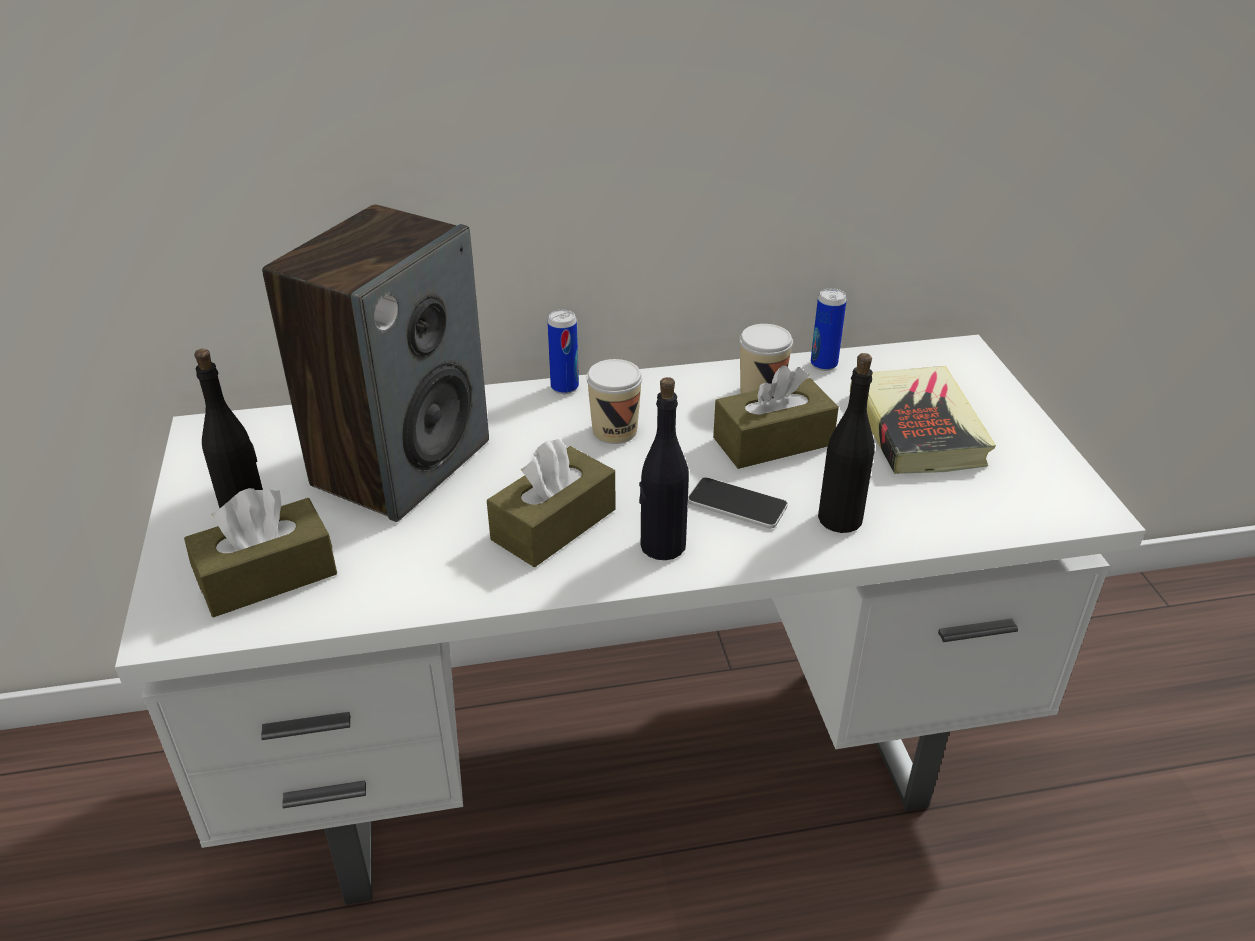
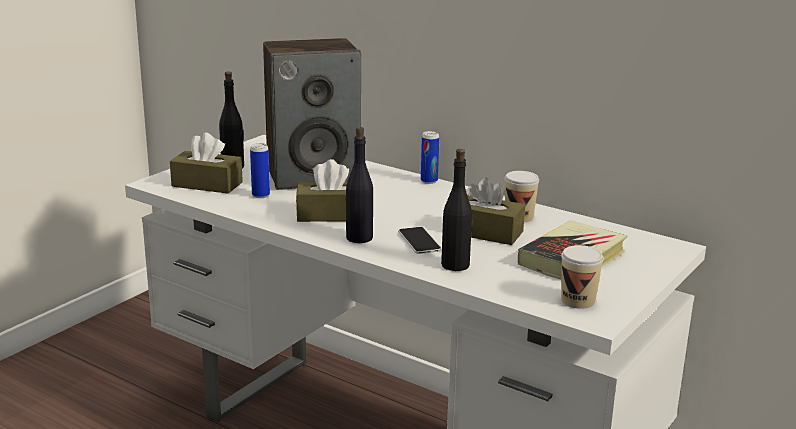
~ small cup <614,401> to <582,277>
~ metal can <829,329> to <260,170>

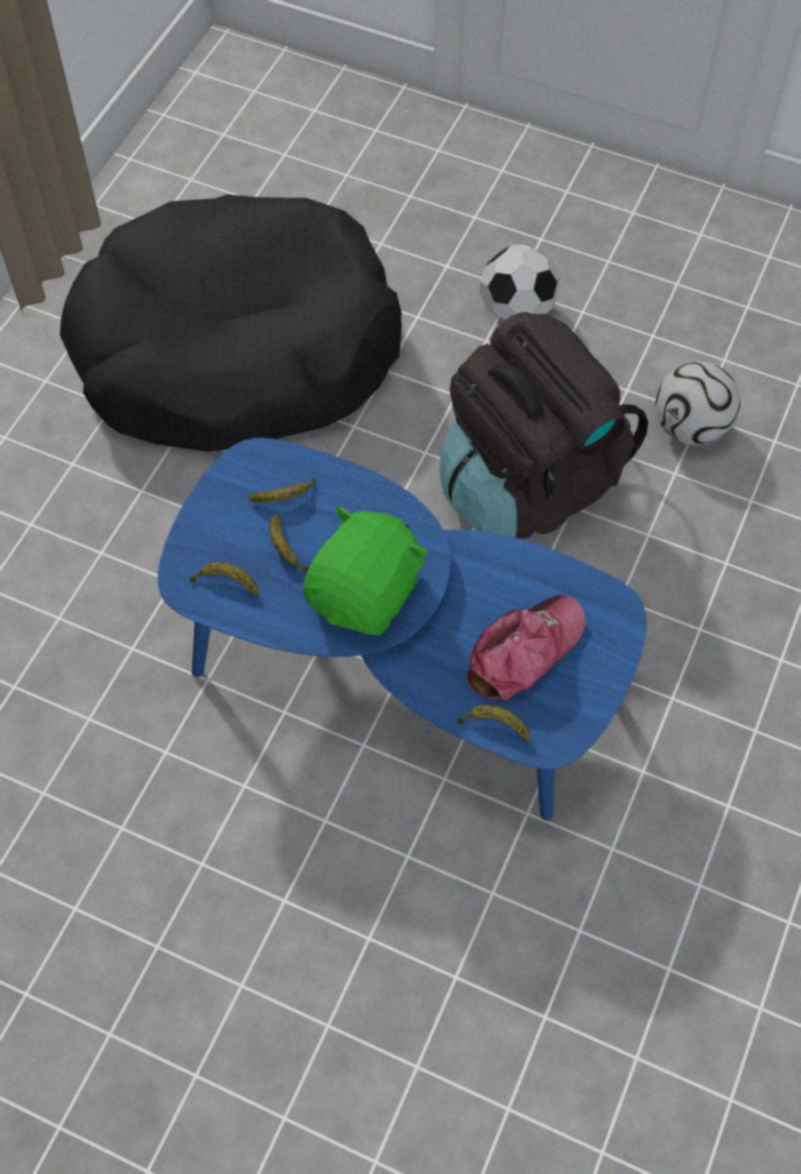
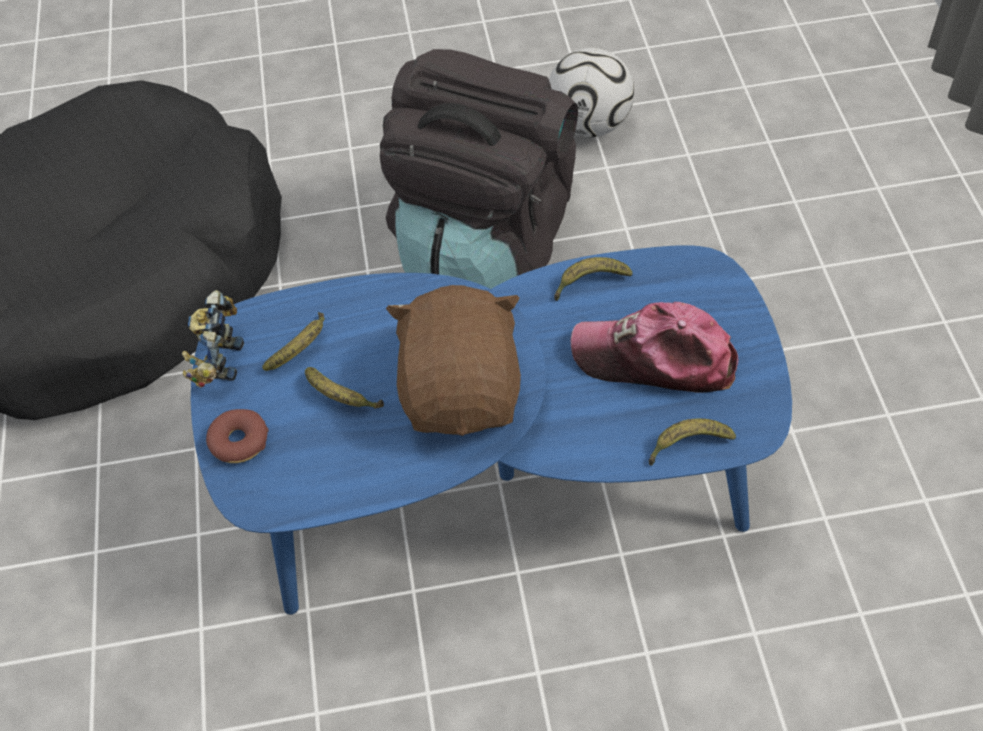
- football ball <520,282>
+ model robot <213,339>
+ doughnut <237,436>
~ banana fruit <224,579> to <593,279>
~ green plush toy <366,571> to brown plush toy <453,360>
~ cap <526,648> = <654,347> 90 degrees counterclockwise

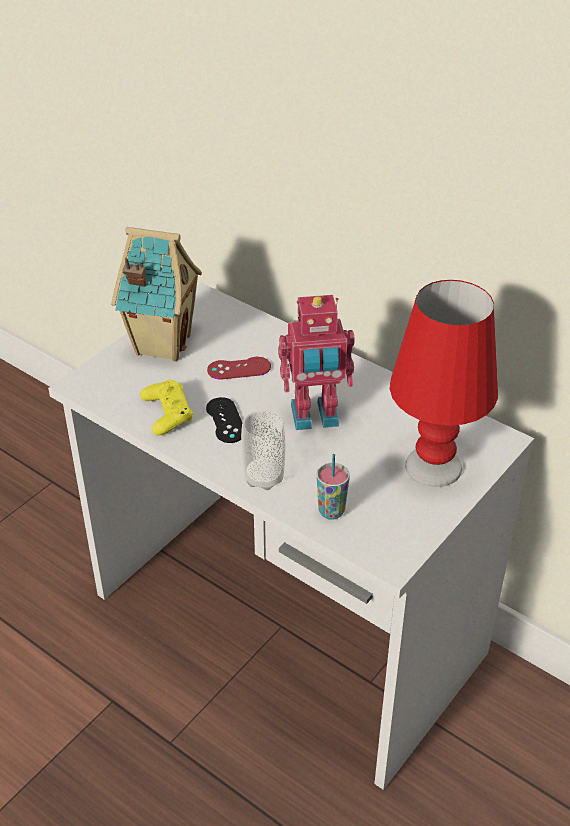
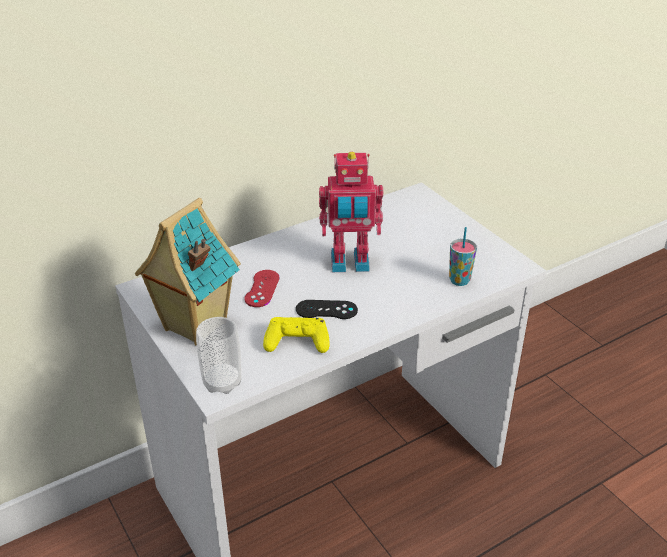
- red table lamp <443,383>
~ small cup <263,450> to <218,355>
~ model robot <316,362> = <351,212> 75 degrees clockwise

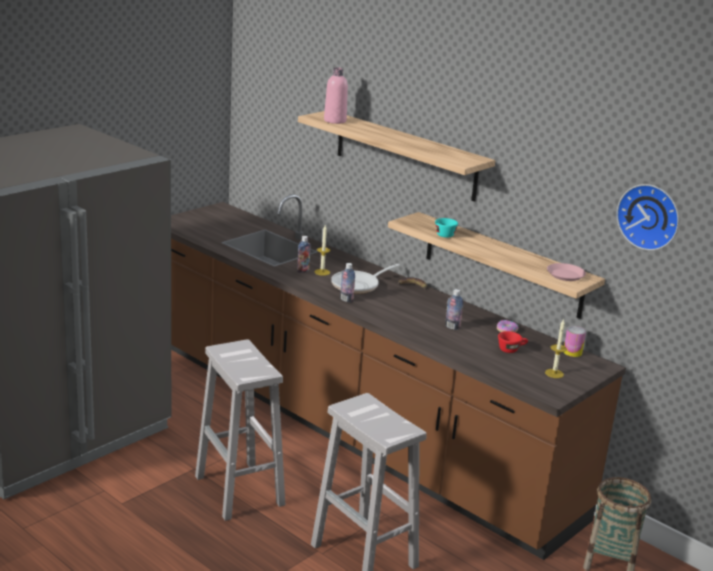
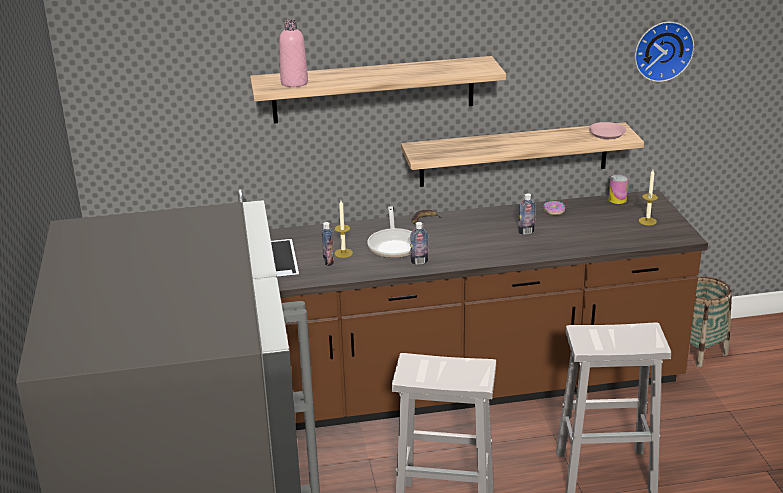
- turquoise-coloured small cup <446,228>
- red small cup <513,342>

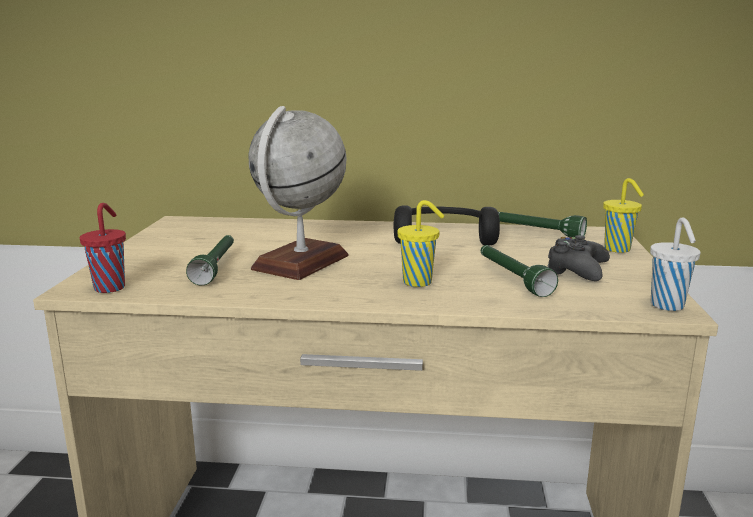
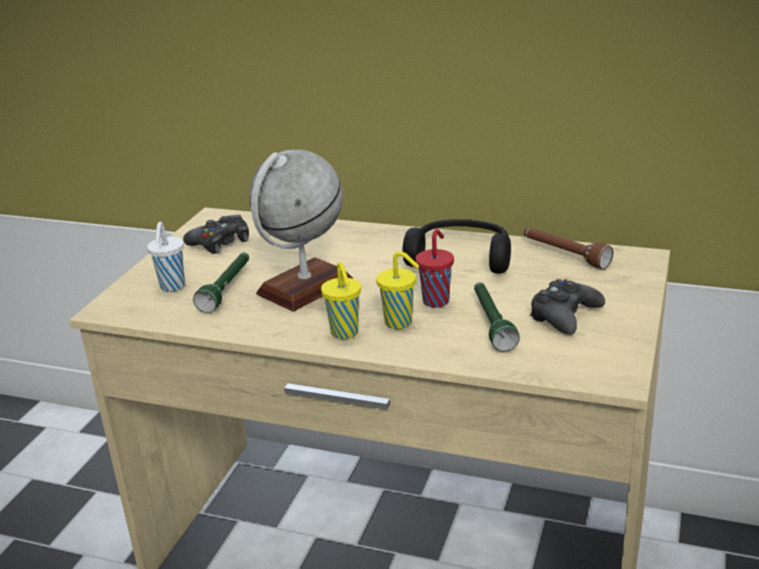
+ black joypad <216,234>
~ red small cup <103,248> to <435,268>
~ yellow-coloured small cup <623,215> to <341,300>
~ whitish small cup <675,264> to <166,257>
~ green flashlight <542,225> to brown flashlight <568,248>

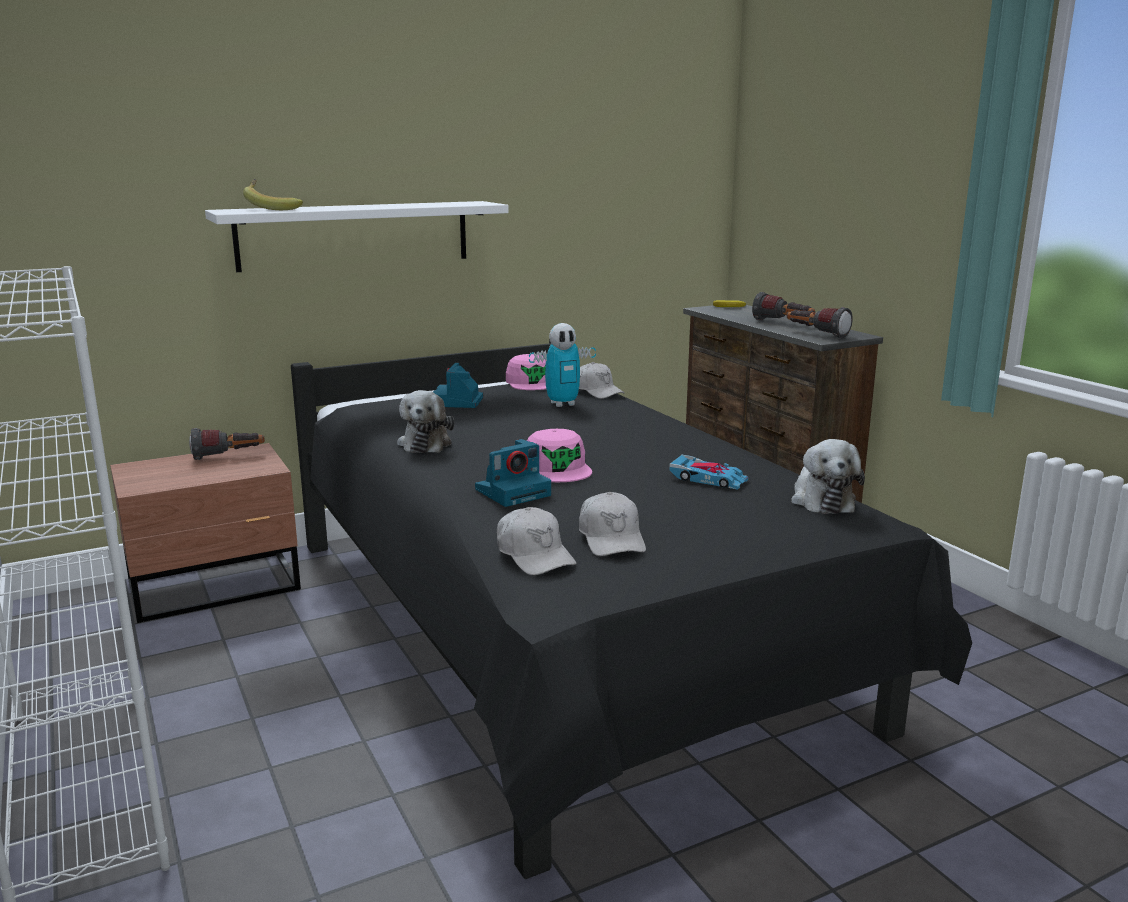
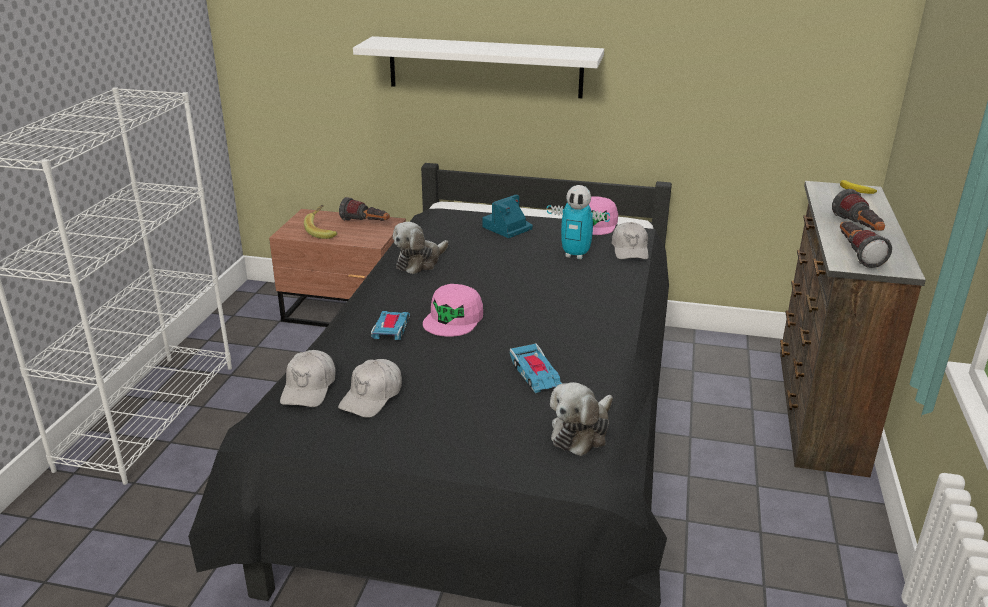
~ banana fruit <273,194> to <320,222>
~ still camera <513,473> to toy car <390,325>

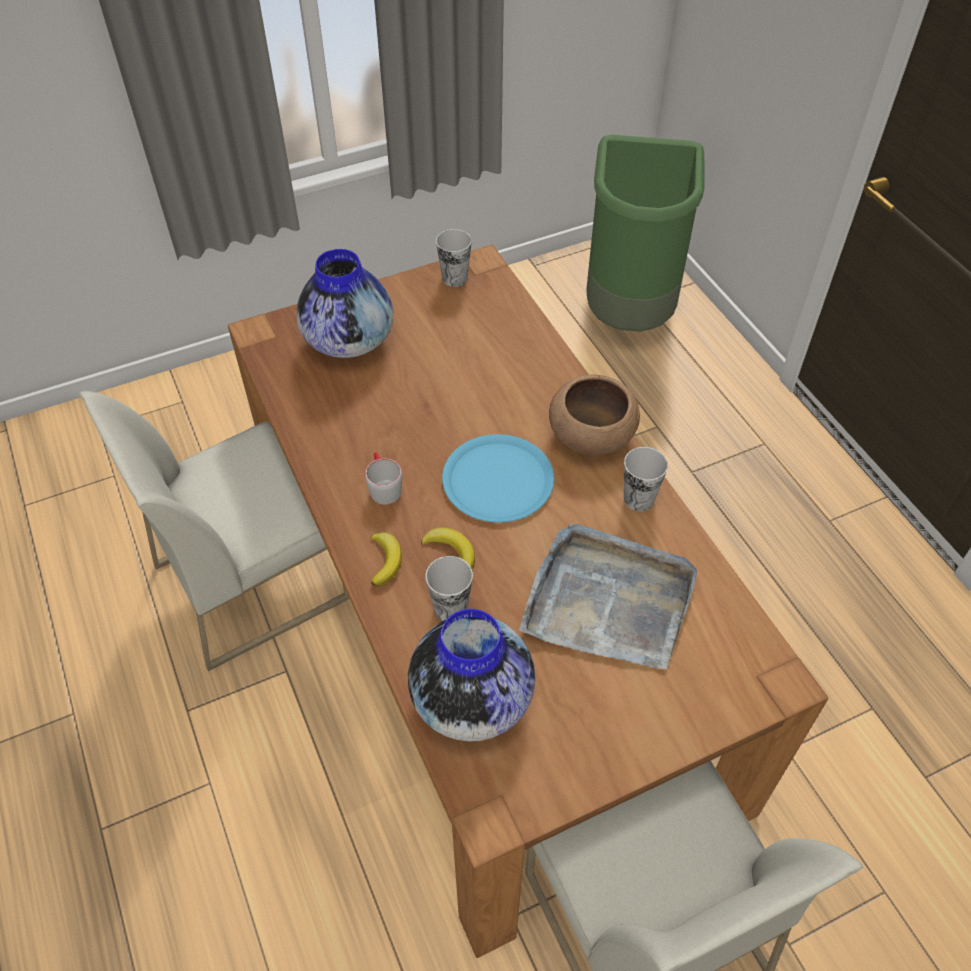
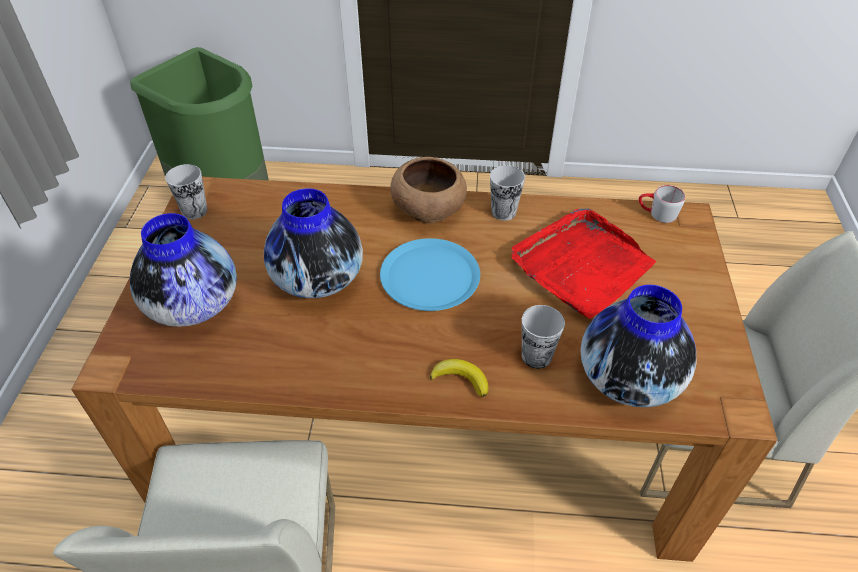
- banana fruit <448,548>
+ vase <313,243>
~ grey mug <383,478> to <662,204>
~ grey tray <608,596> to red tray <584,264>

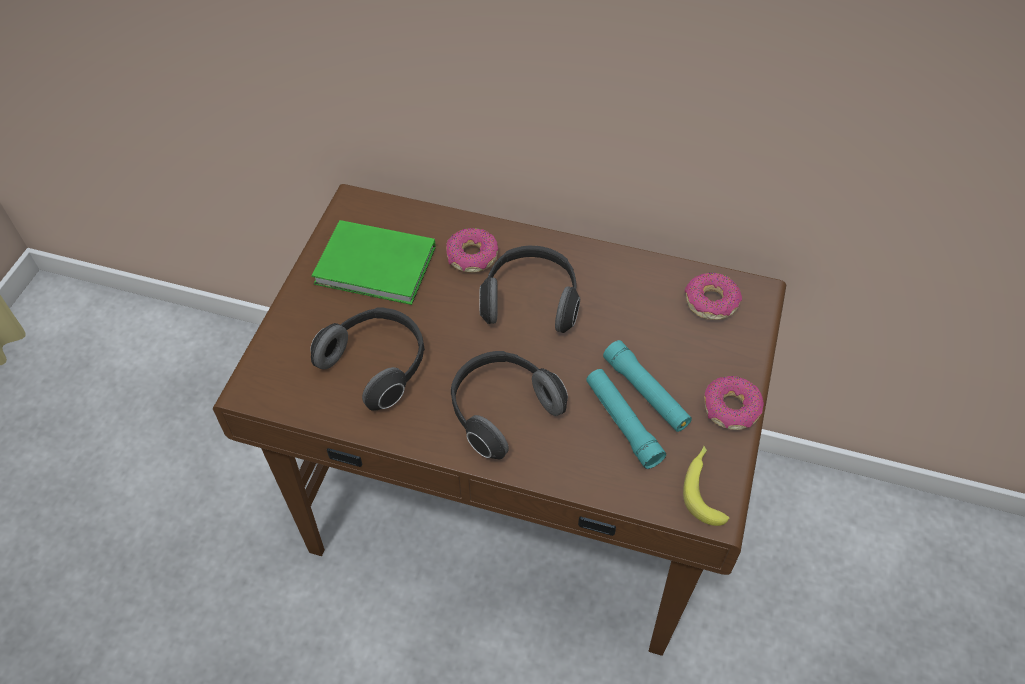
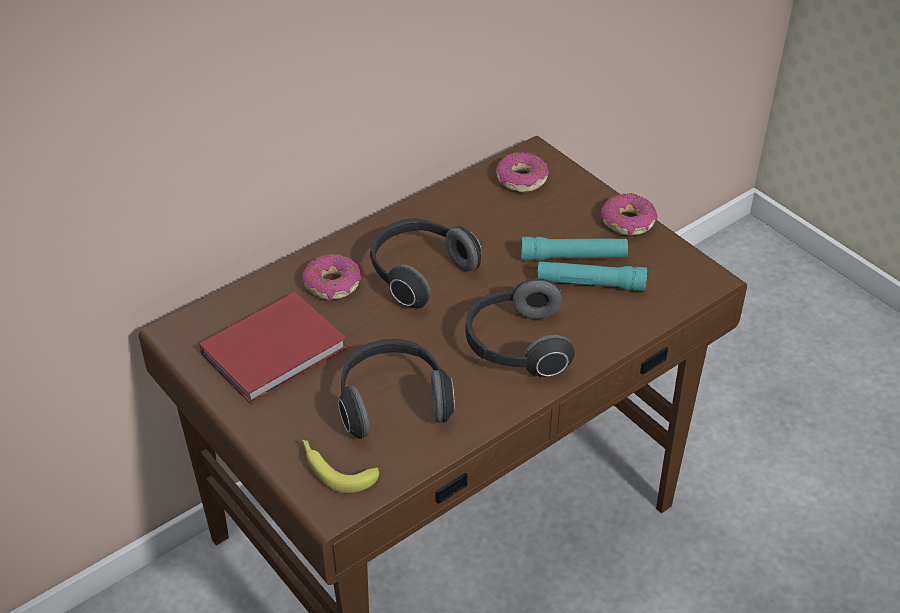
~ banana fruit <706,486> to <340,466>
~ green volume <374,262> to red volume <273,348>

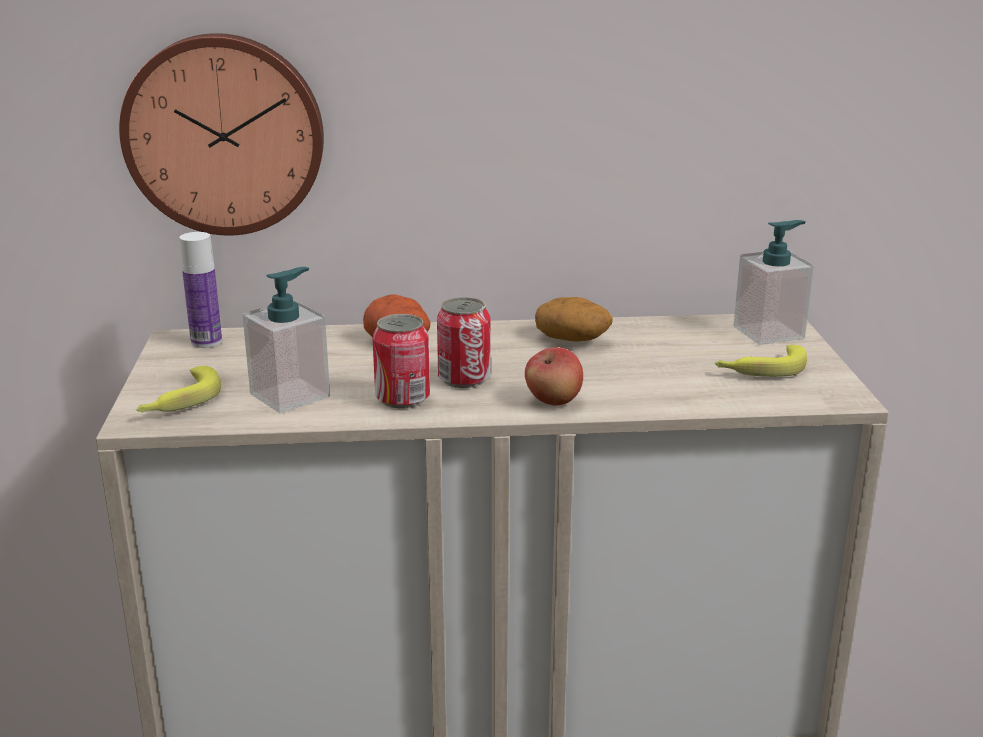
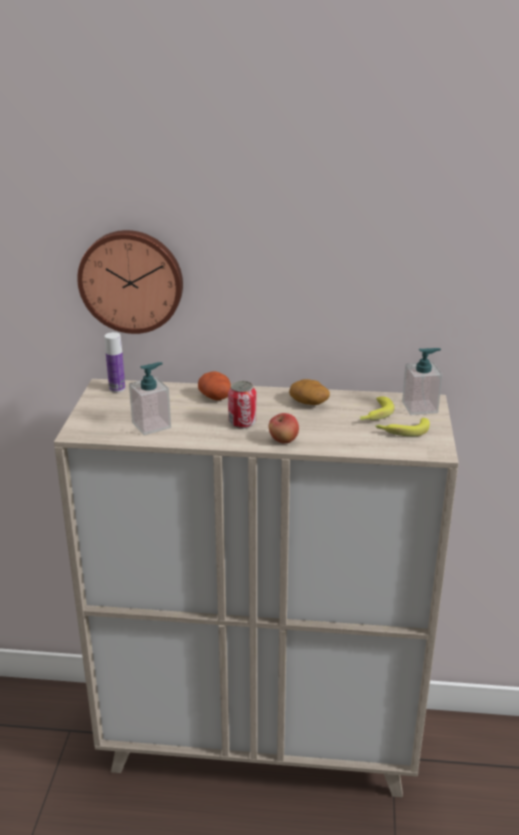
- metal can <401,361>
~ banana fruit <178,389> to <377,408>

